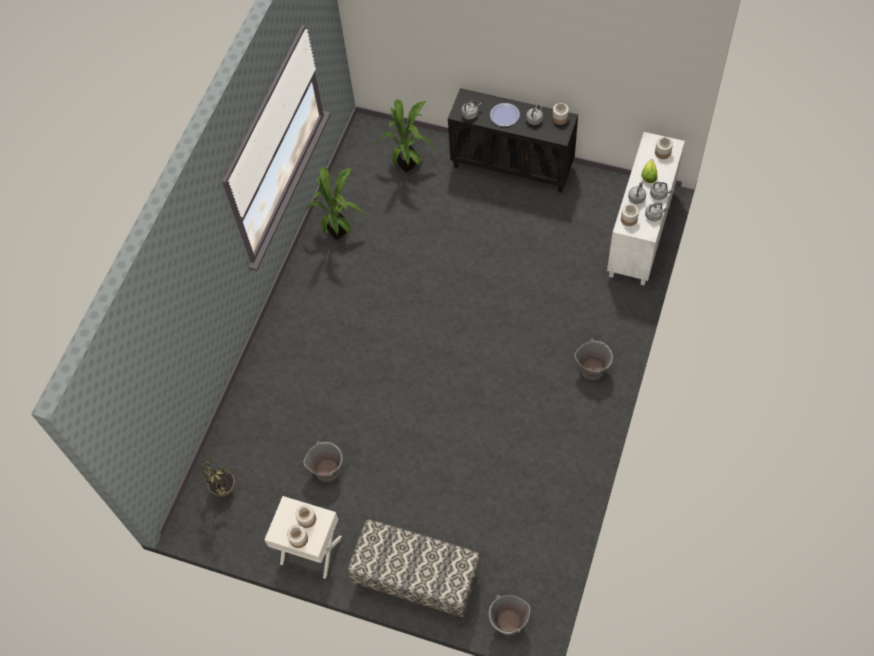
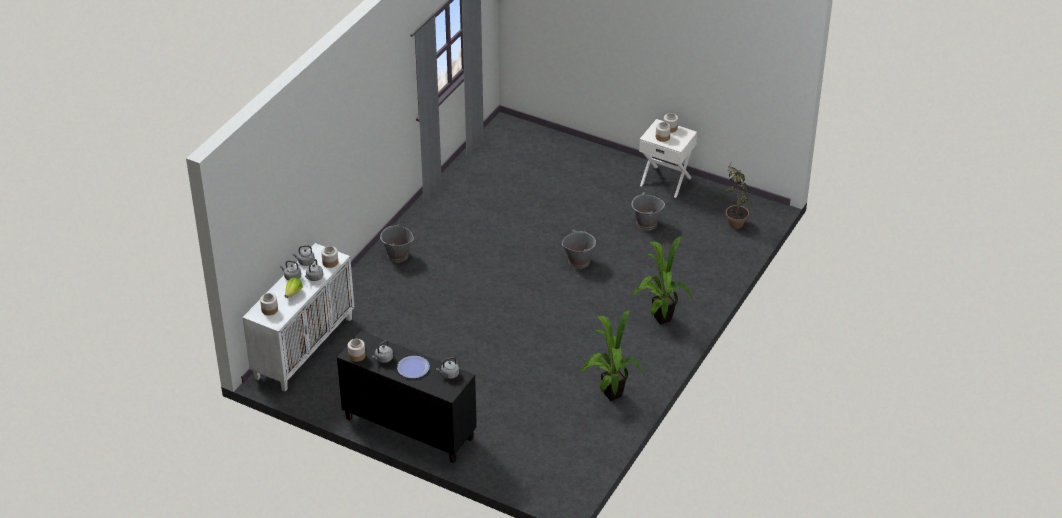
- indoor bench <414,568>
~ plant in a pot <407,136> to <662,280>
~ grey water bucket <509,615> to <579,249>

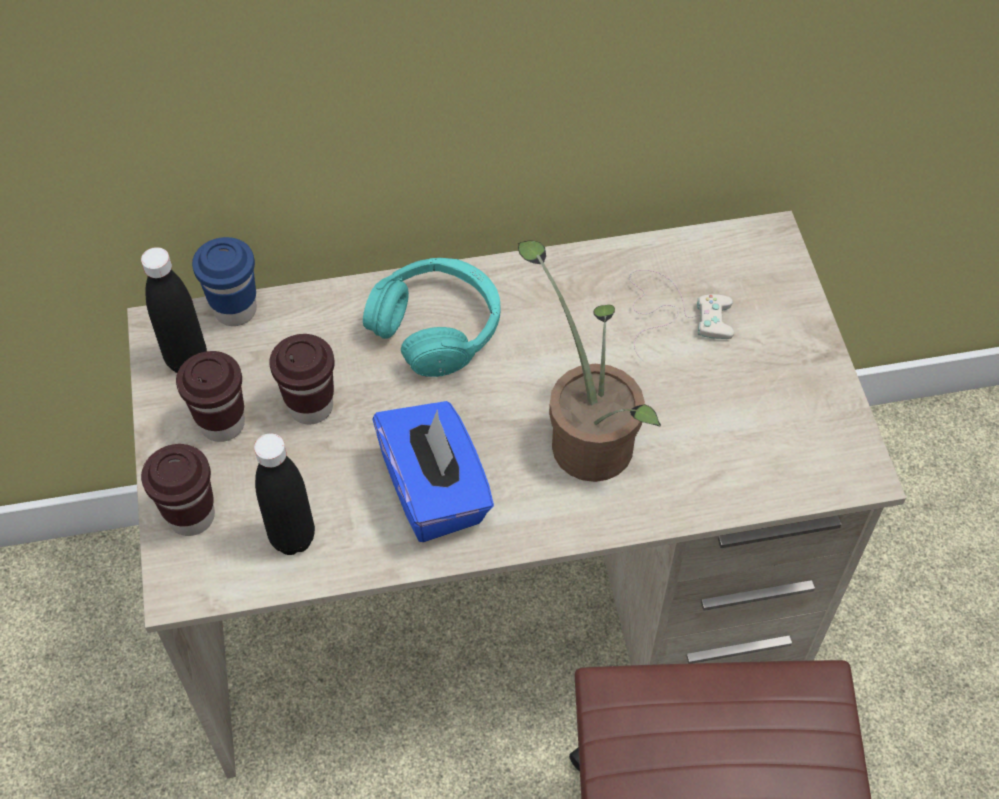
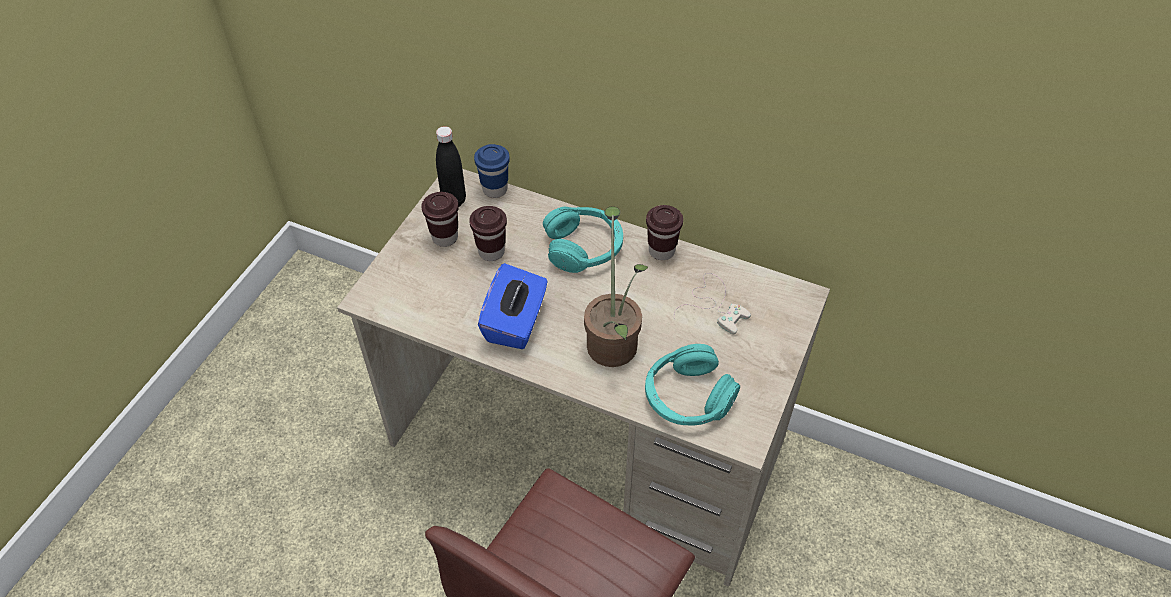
- black bottle <284,494>
+ turquoise-coloured pair of headphones <692,385>
~ brown small cup <178,490> to <664,232>

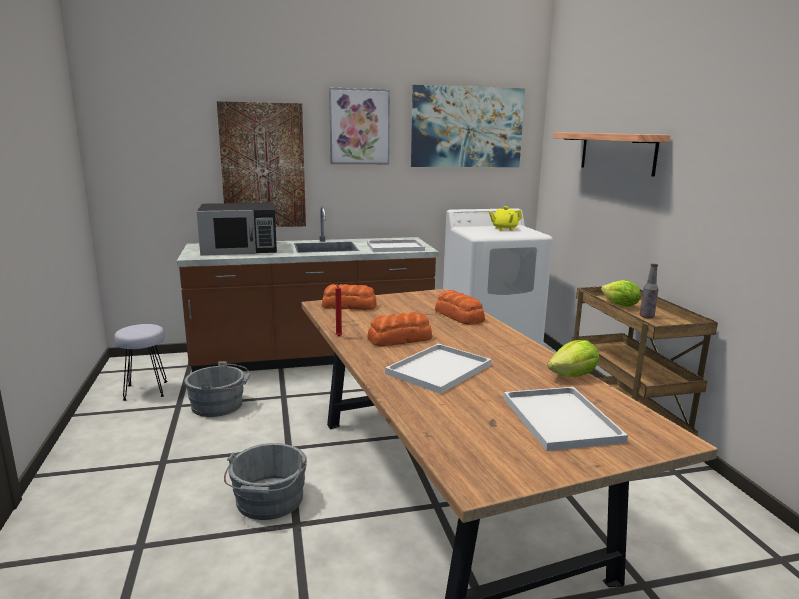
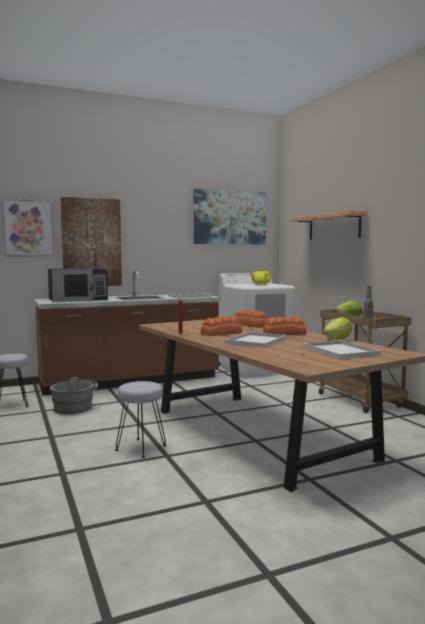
~ baked bread <348,297> to <284,326>
~ picture <359,125> to <28,227>
~ grey water bucket <265,481> to grey stool seat <140,419>

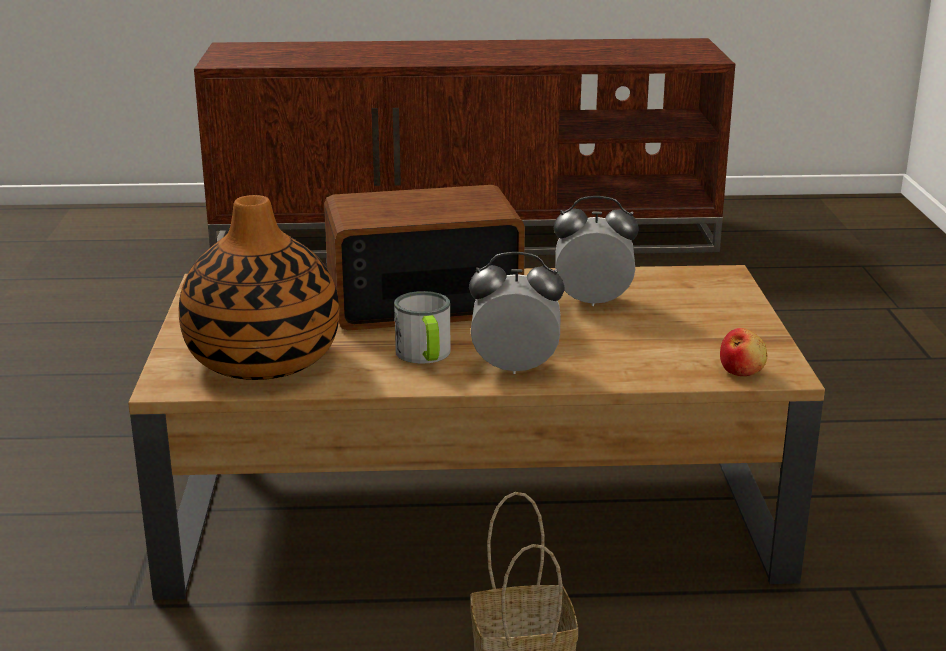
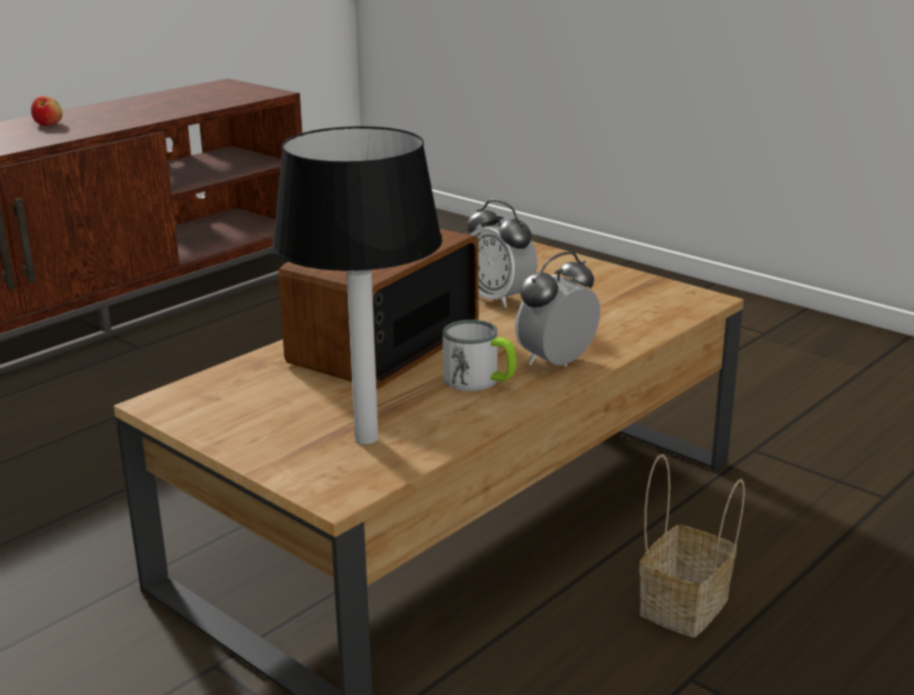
~ apple <743,352> to <47,111>
~ vase <259,287> to table lamp <357,285>
~ table clock <596,251> = <502,253> 90 degrees counterclockwise

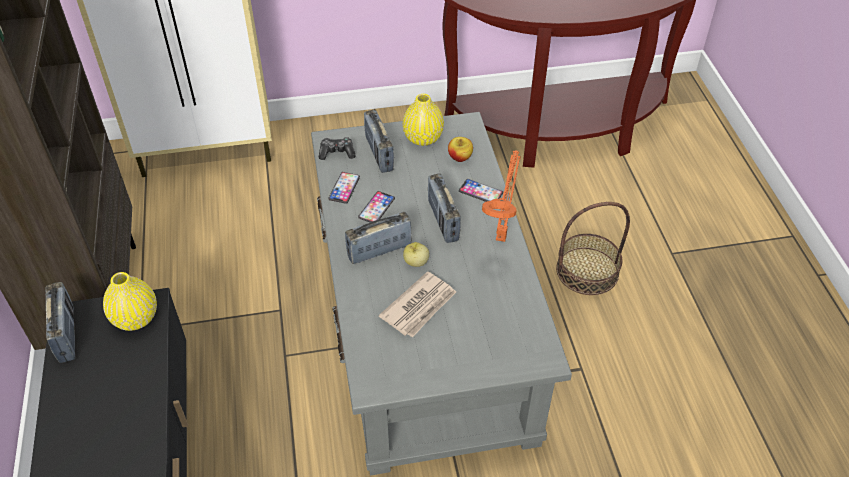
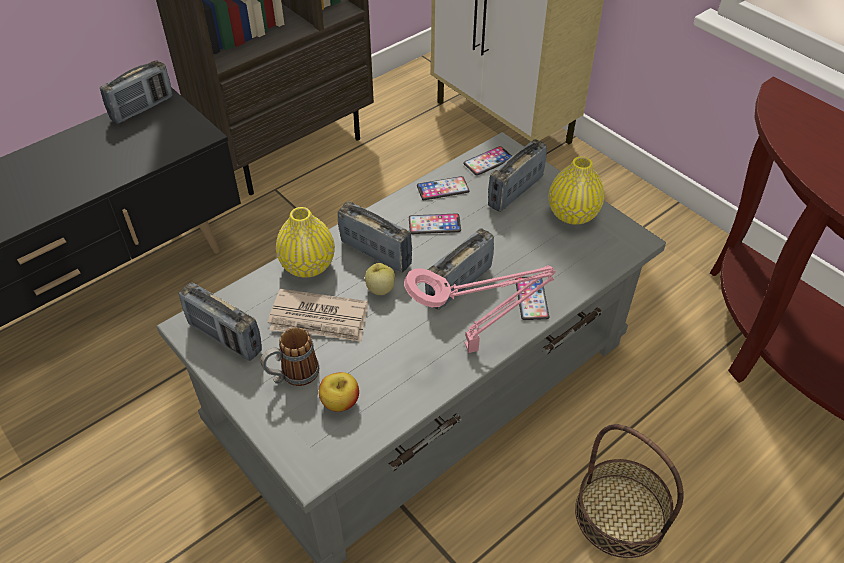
+ radio <220,321>
+ mug <289,356>
~ yellow-coloured vase <130,301> to <305,242>
~ apple <460,149> to <339,392>
~ joypad <337,148> to telephone <488,161>
~ orangey table lamp <501,196> to pink-coloured table lamp <480,309>

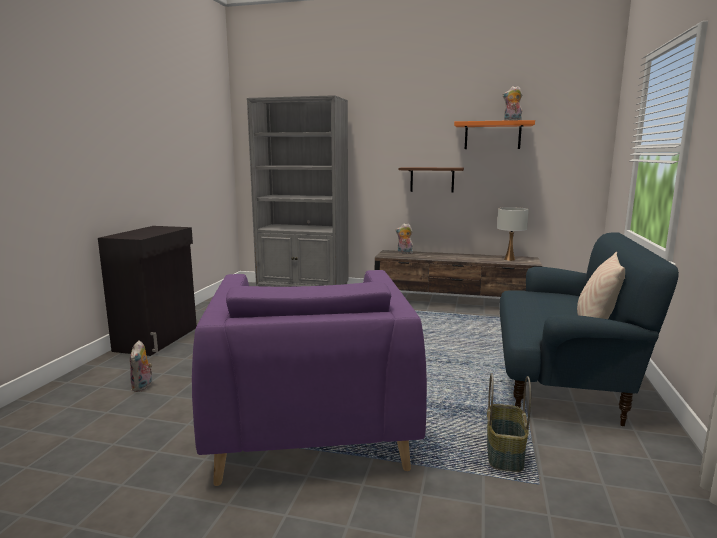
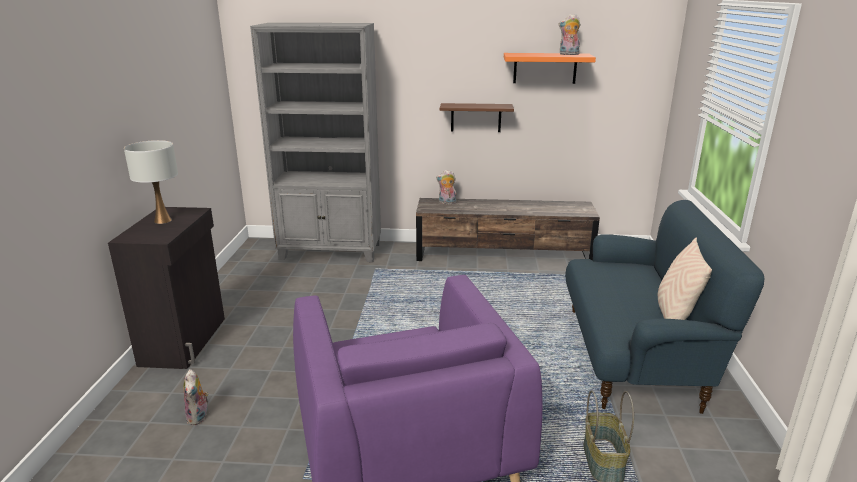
~ whitish table lamp <513,234> to <151,182>

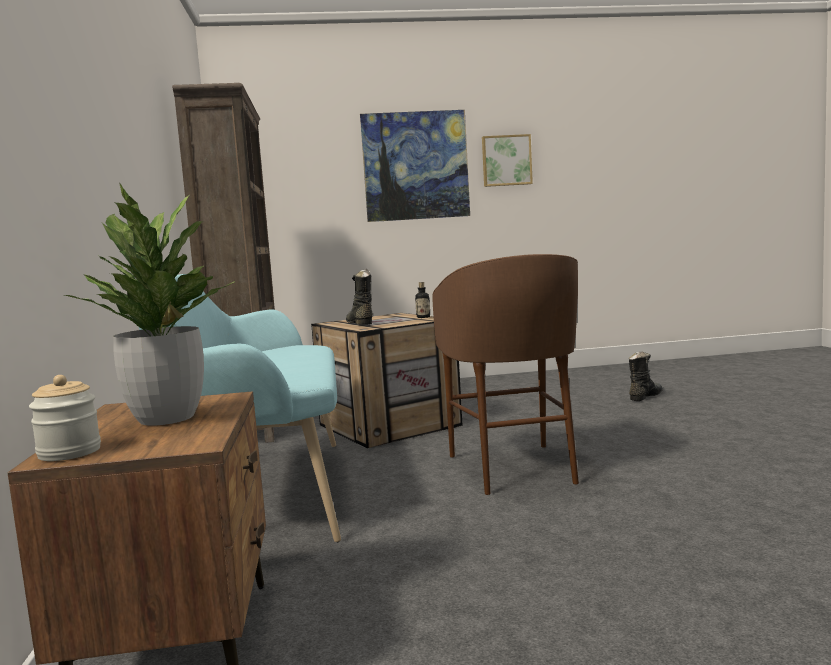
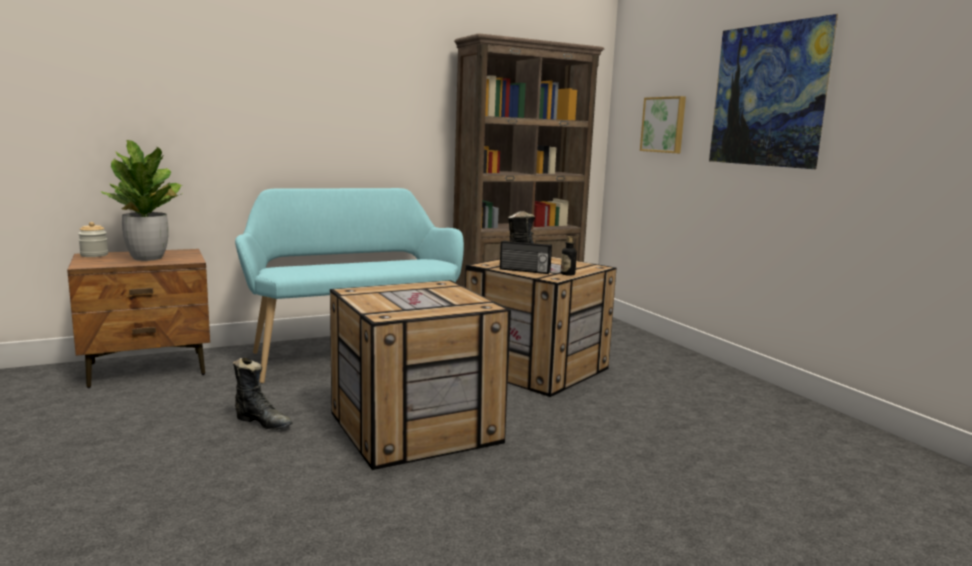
+ radio <526,257>
~ picture <507,160> to <663,124>
~ black tall boot <646,376> to <262,394>
~ brown stool seat <505,374> to shipping crate <420,375>

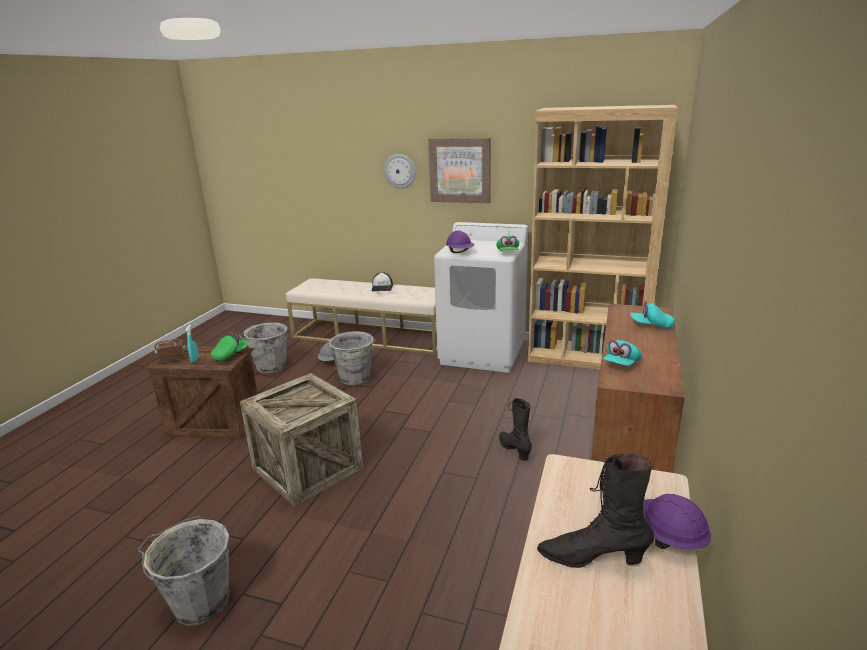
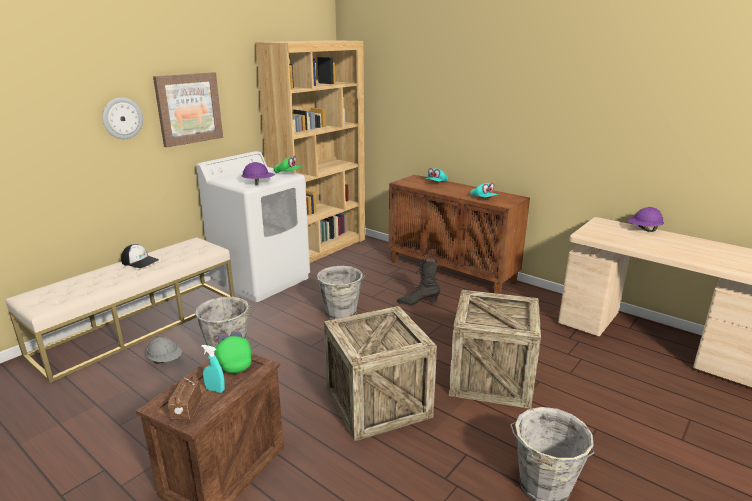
- black tall boot <595,511>
+ shipping crate <495,349>
~ grey water bucket <262,347> to <340,293>

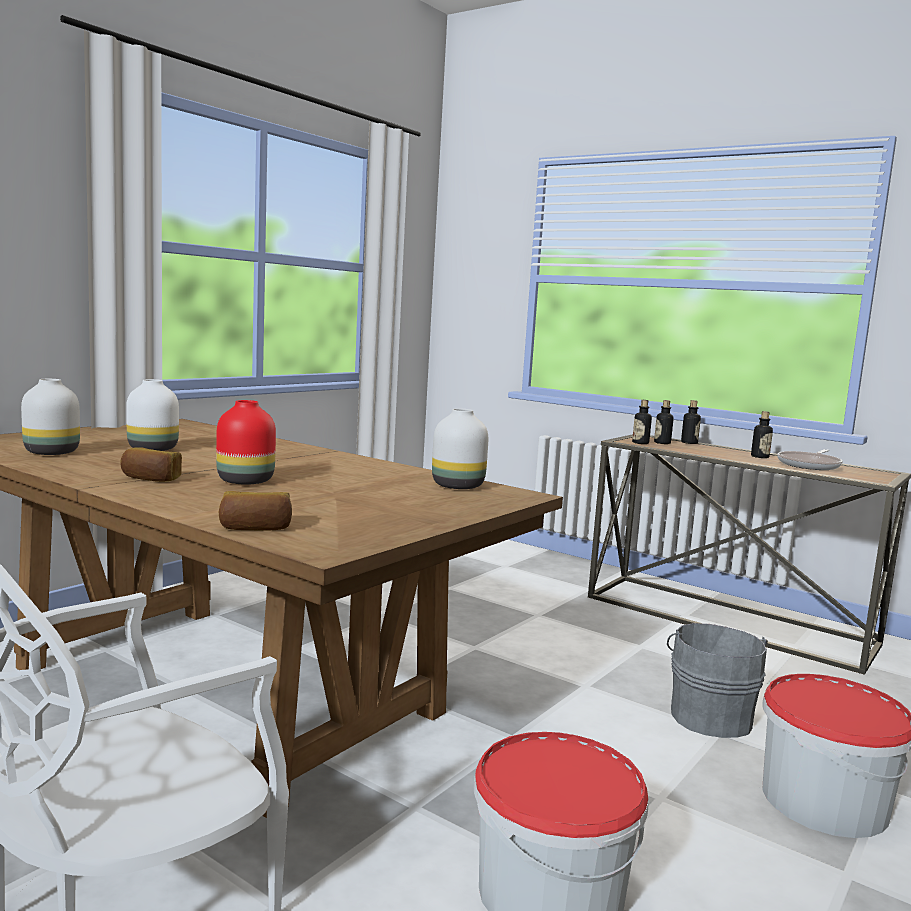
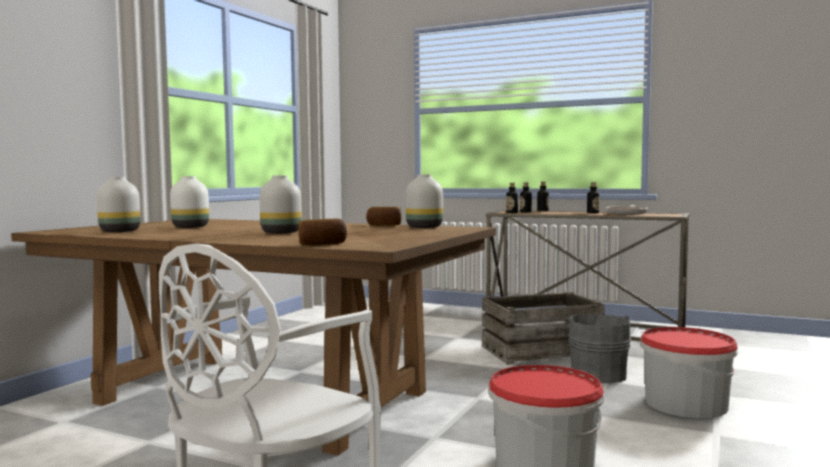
+ shipping crate <543,328>
~ baked bread <151,464> to <383,216>
~ red vase <246,442> to whitish vase <281,204>

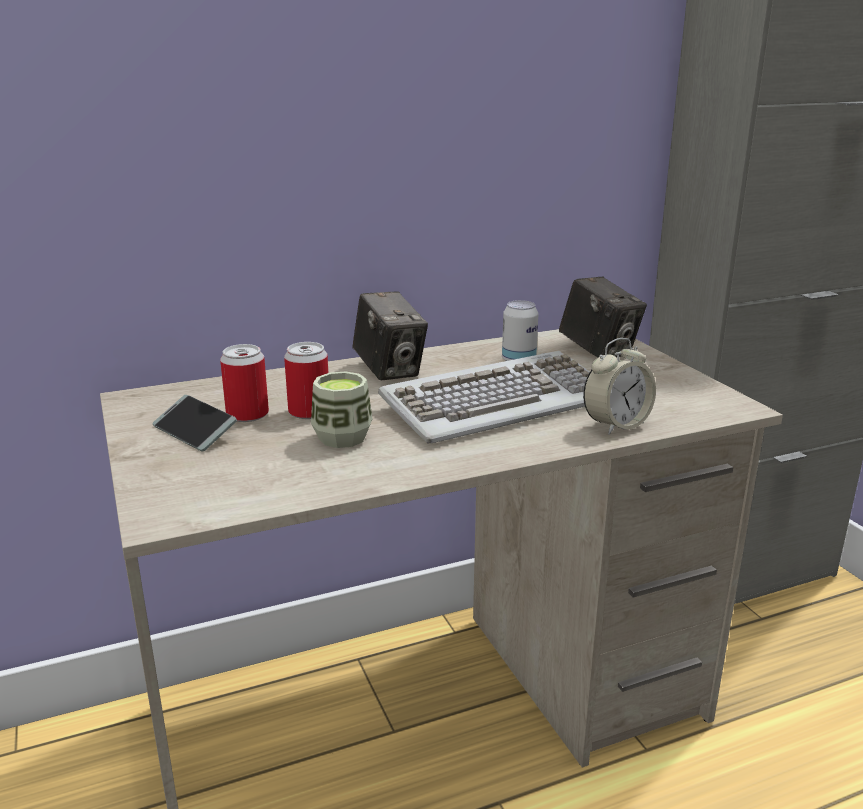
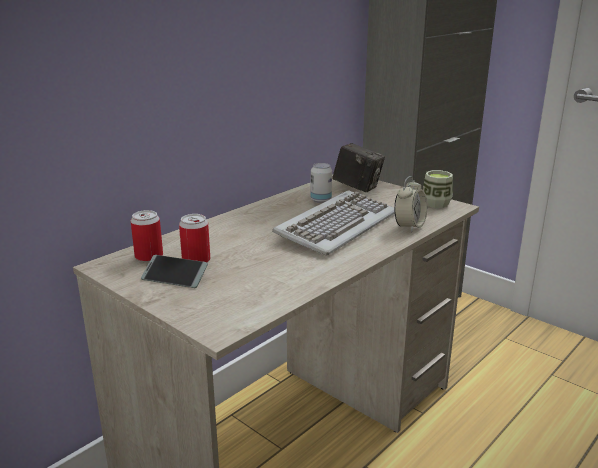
- still camera <390,335>
~ metal can <306,380> to <147,236>
~ small cup <342,409> to <438,189>

